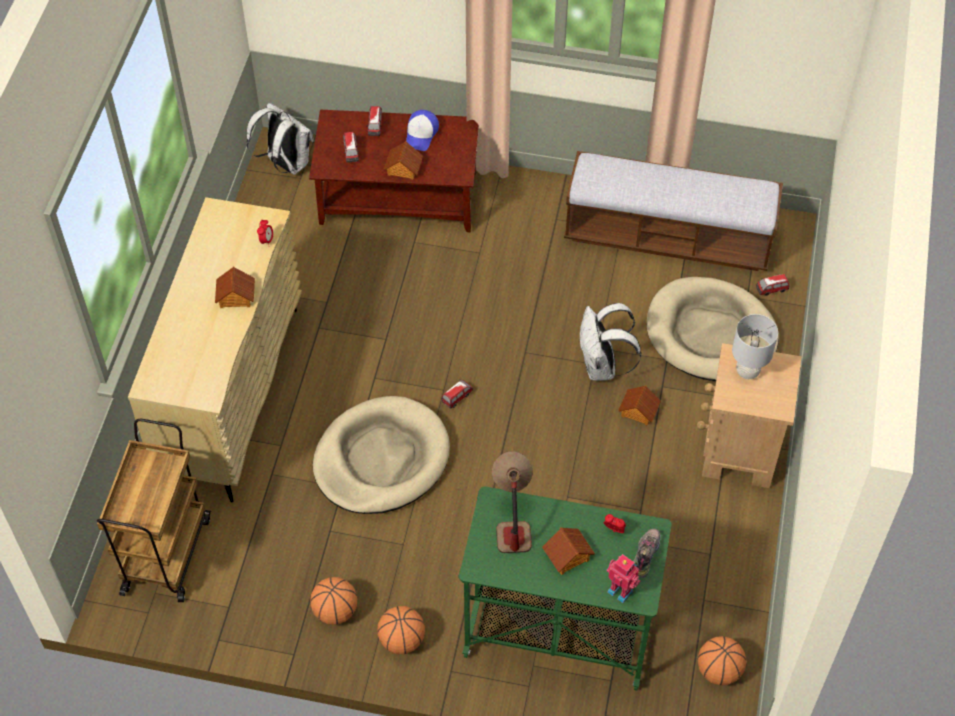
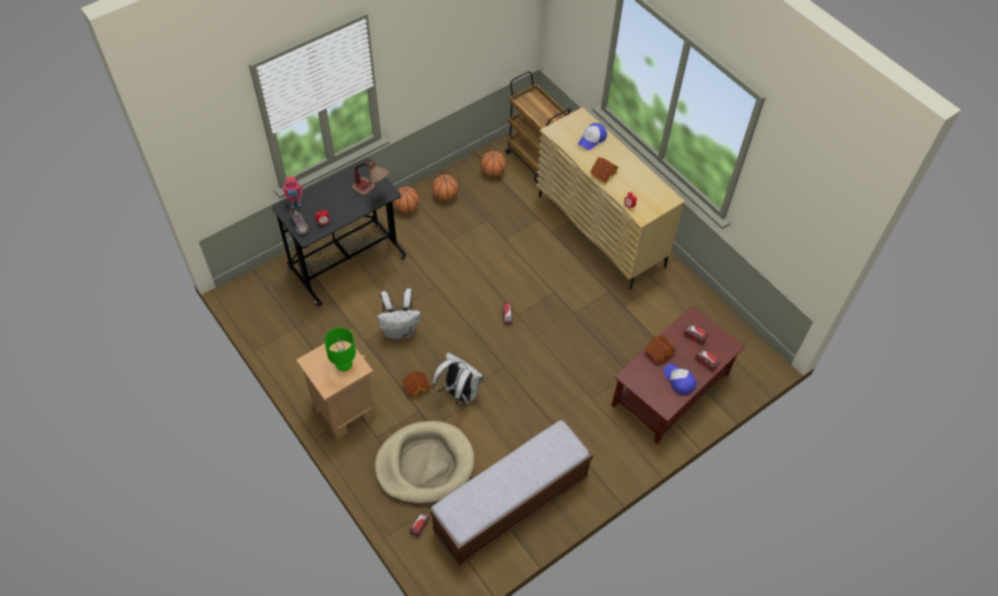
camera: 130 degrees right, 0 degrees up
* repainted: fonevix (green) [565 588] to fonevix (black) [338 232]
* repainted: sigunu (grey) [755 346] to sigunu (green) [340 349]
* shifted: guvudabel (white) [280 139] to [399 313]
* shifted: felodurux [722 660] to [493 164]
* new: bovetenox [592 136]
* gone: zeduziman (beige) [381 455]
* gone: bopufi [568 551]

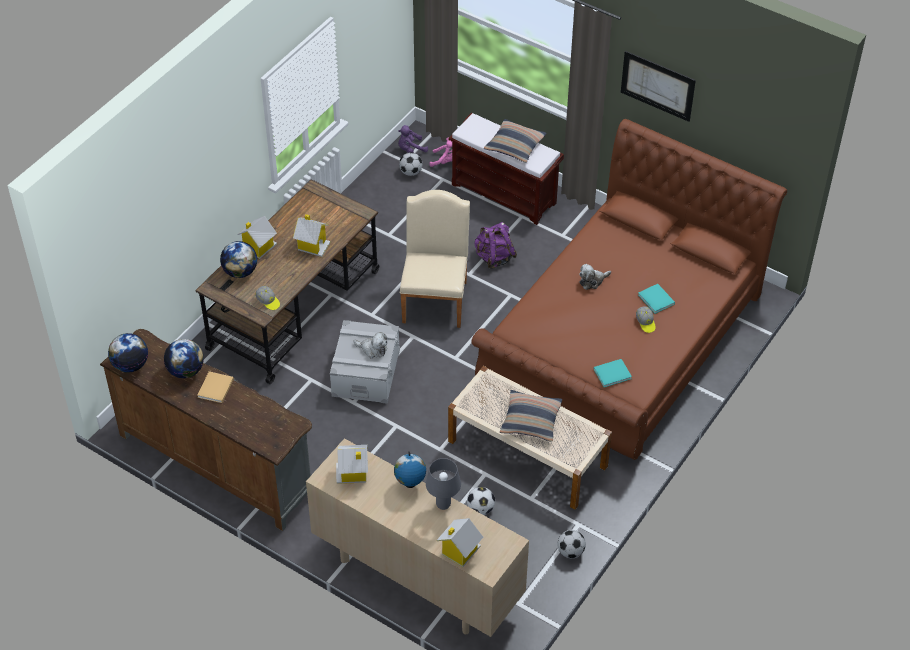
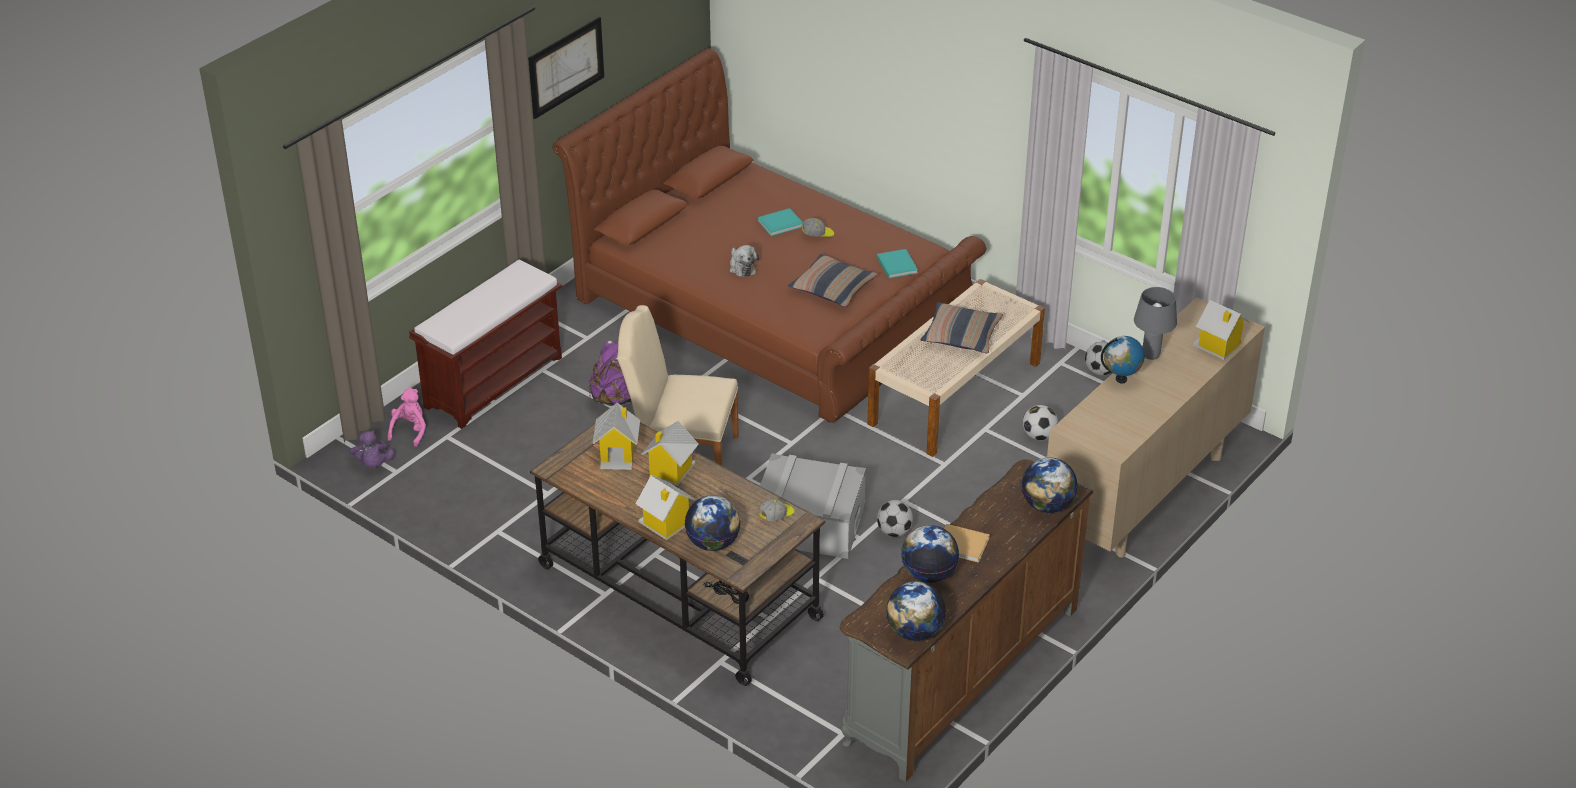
camera: 85 degrees left, 10 degrees down
* shifted: bopufi [352 464] to [616 436]
* shifted: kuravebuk [515 141] to [833 280]
* shifted: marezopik [410 164] to [895 518]
* new: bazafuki [1049 485]
* gone: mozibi [370 345]

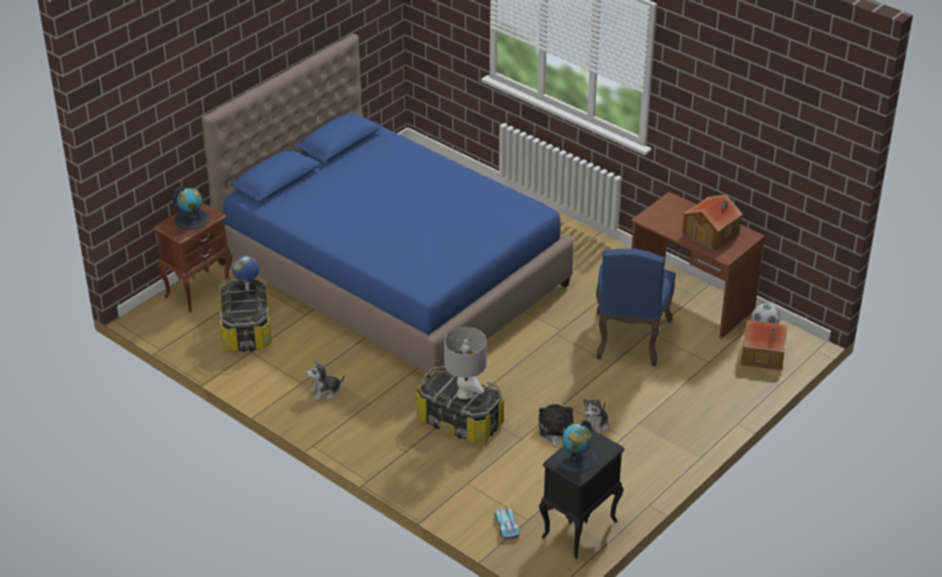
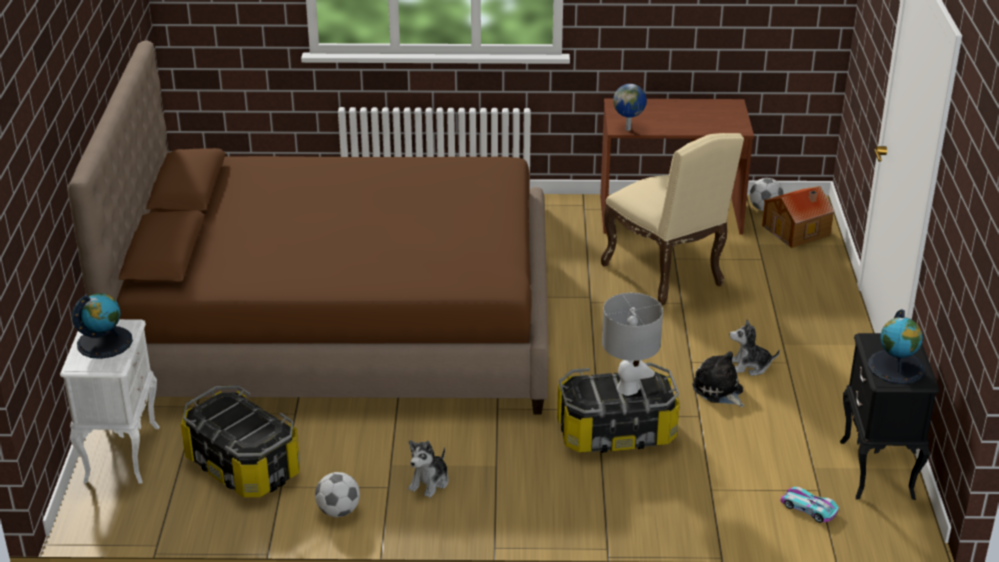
camera: 40 degrees left, 5 degrees down
* repainted: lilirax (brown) [193 257] to lilirax (white) [110 401]
* repainted: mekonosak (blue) [387 206] to mekonosak (brown) [308 228]
* new: marezopik [337 494]
* repainted: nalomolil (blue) [635 307] to nalomolil (beige) [672 219]
* shifted: bazafuki [245 272] to [630 107]
* rotated: mozibi [596 416] = [755 347] 105 degrees clockwise
* gone: bopufi [712 222]

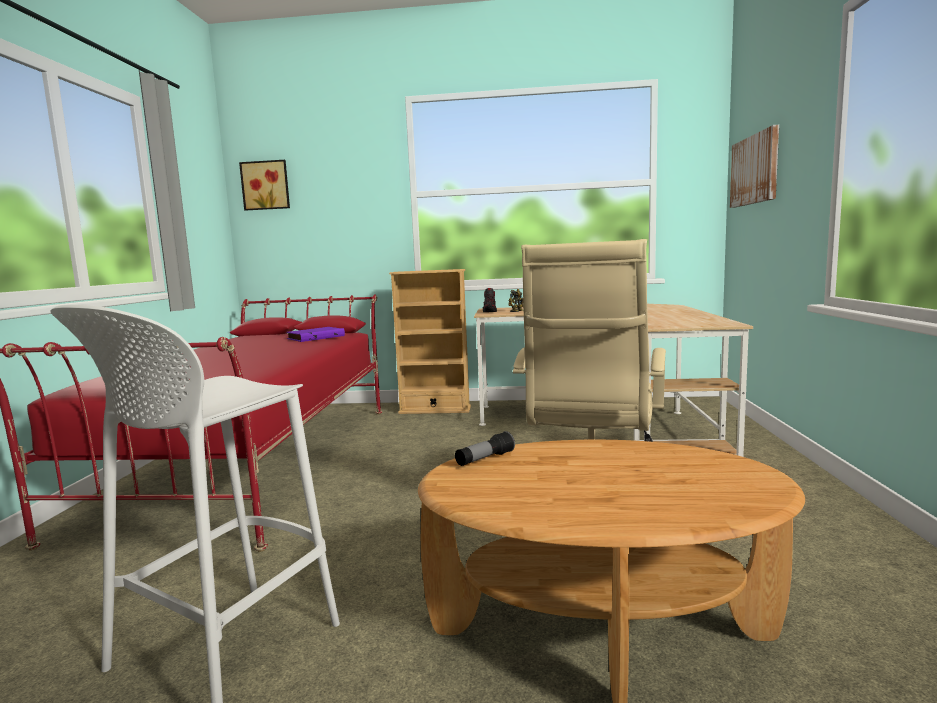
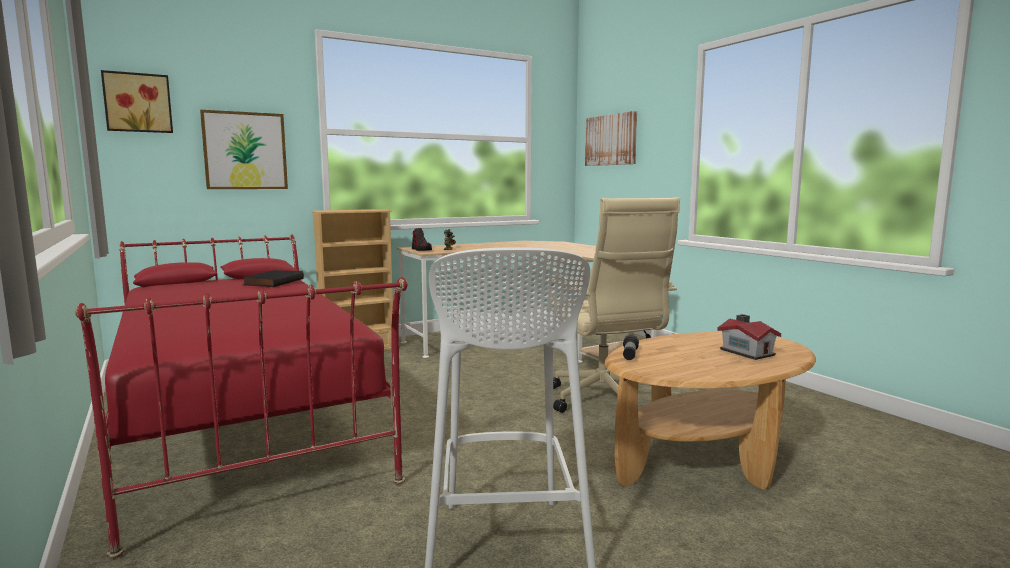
camera: 35 degrees left, 0 degrees up
* new: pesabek [244 149]
* repainted: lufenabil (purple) [315 334] to lufenabil (black) [273 278]
* new: bopufi [749 337]

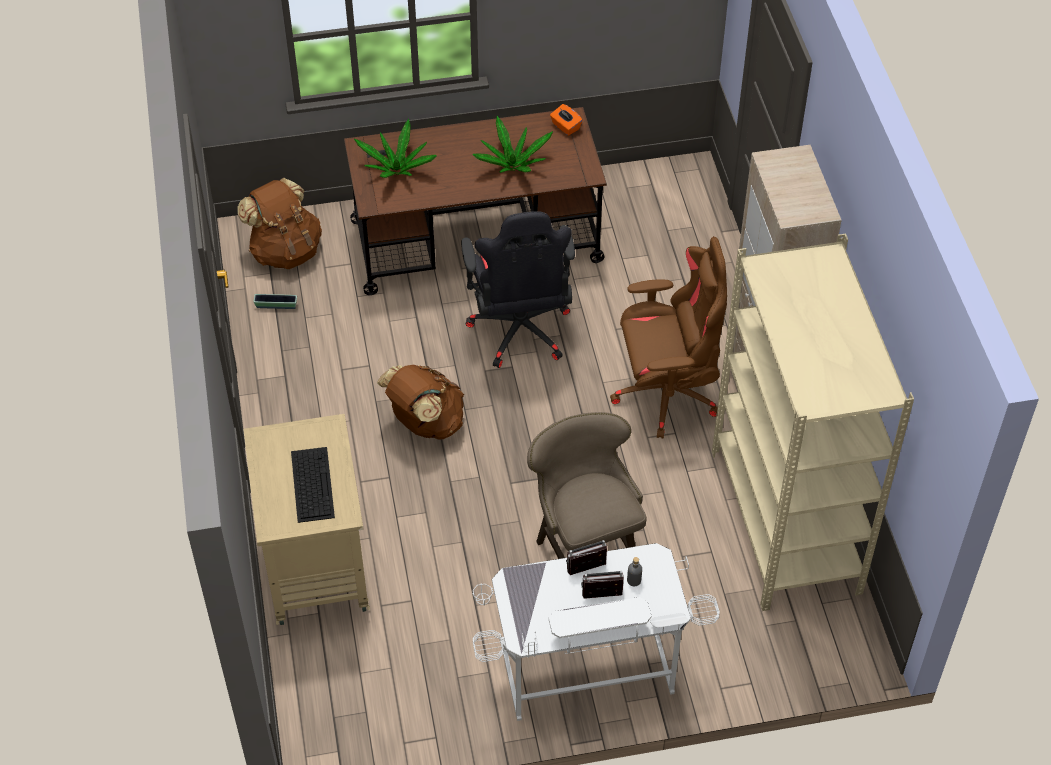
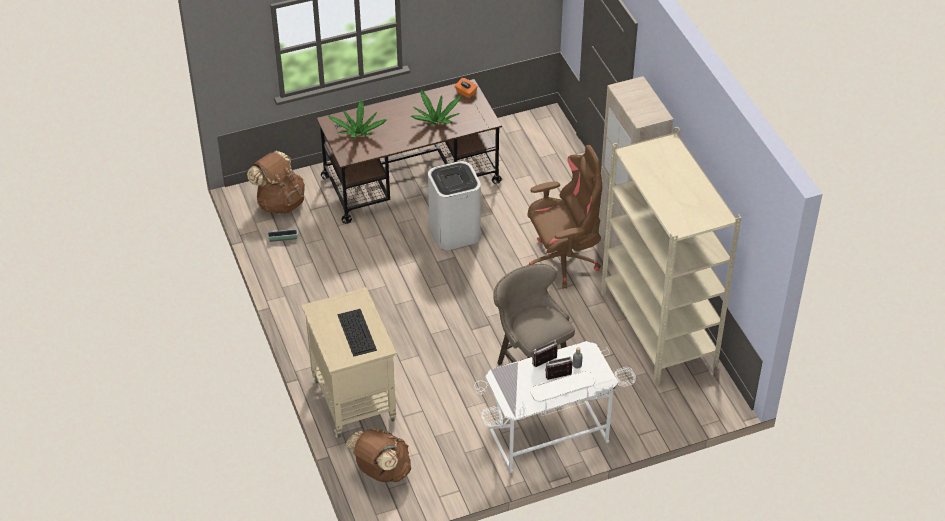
camera: 10 degrees left, 5 degrees down
* shifted: guvudabel (brown) [420 402] to [378 455]
* swapped: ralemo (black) [518 289] to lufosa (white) [454 205]

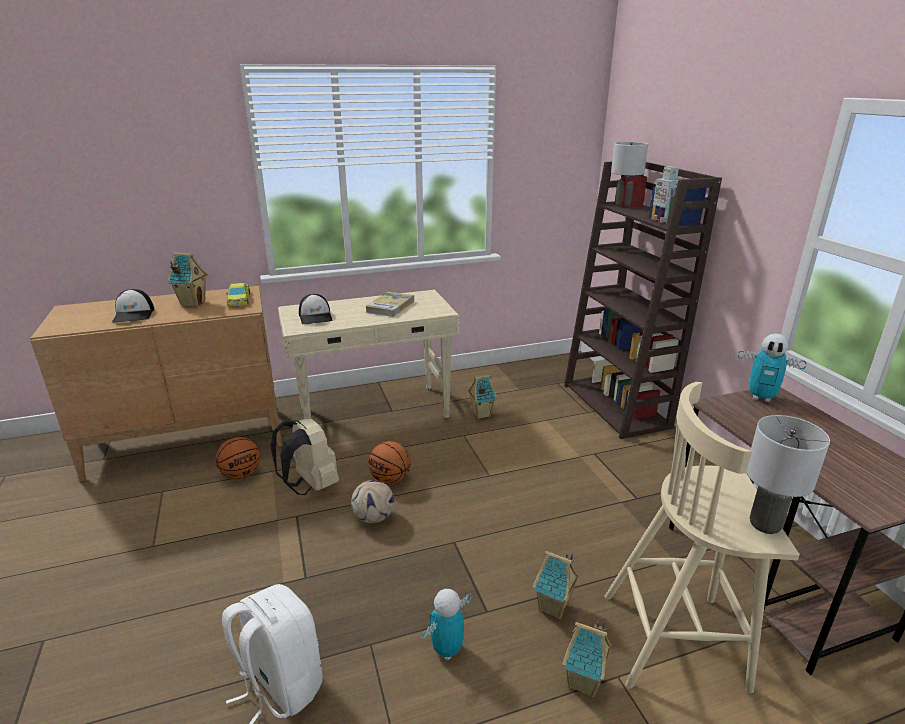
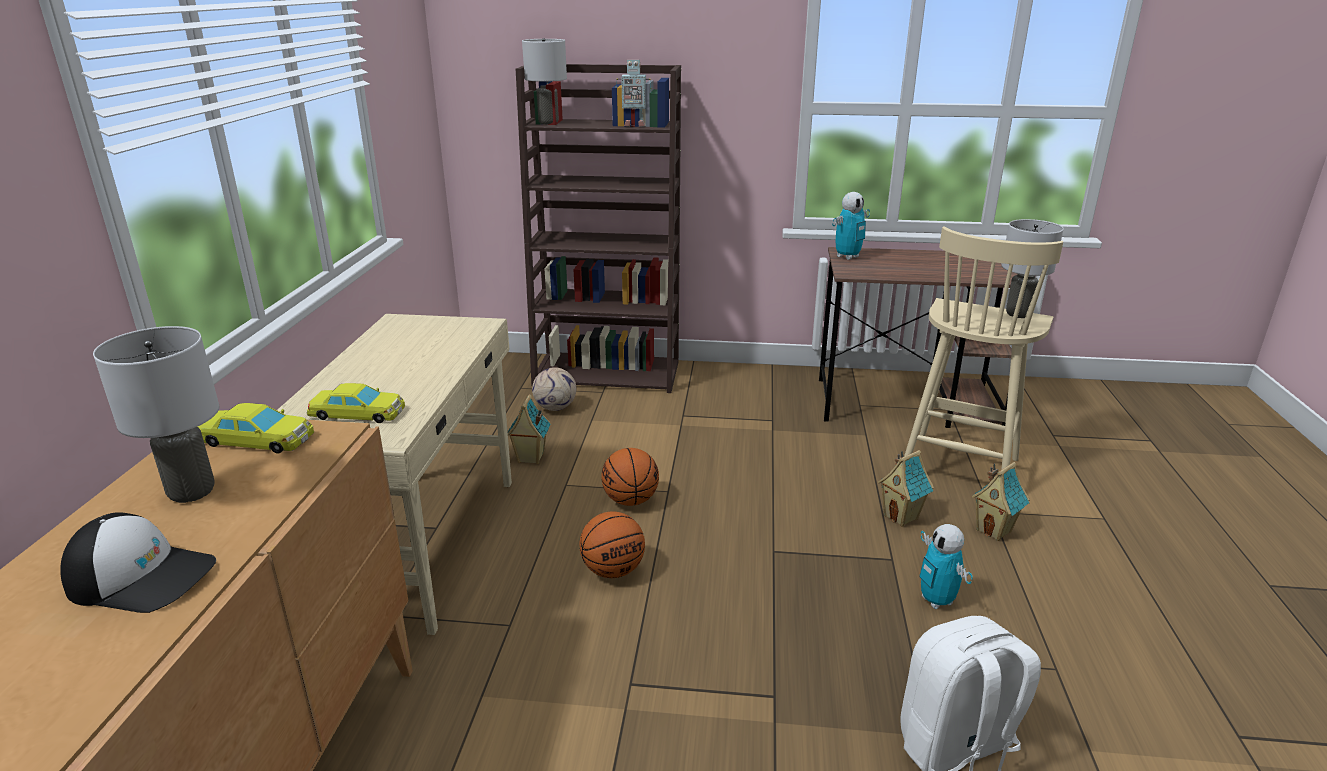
camera: 65 degrees left, 0 degrees up
* swapped: bopufi [187 280] to sigunu (white) [156 414]
* swapped: bovetenox [316 309] to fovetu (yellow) [356 403]
* shifted: marezopik [372 501] to [554 389]
* shifted: felodurux [238 458] to [630 477]
* gone: guvudabel (beige) [304 457]
* gone: lufenabil [389 304]

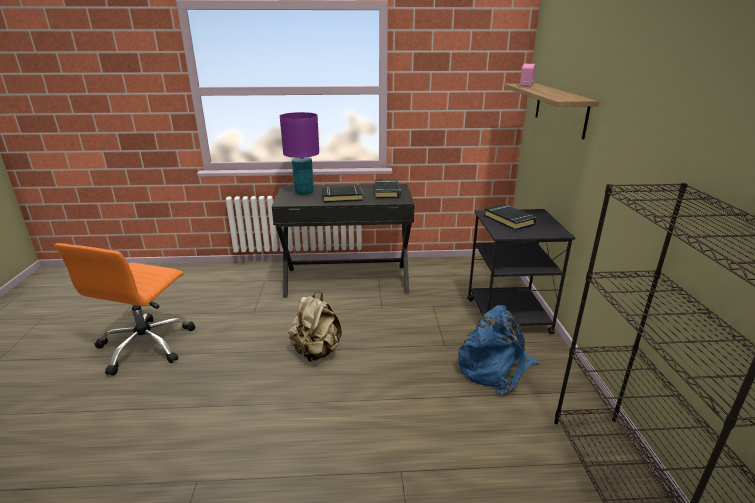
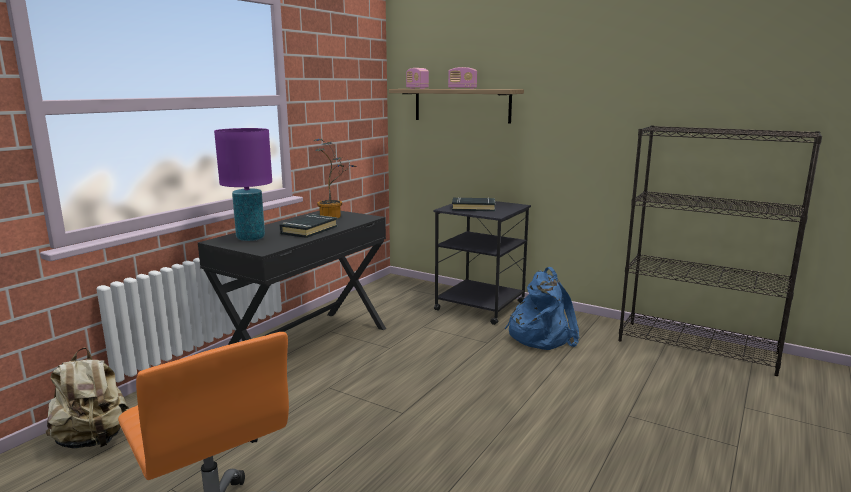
camera: 55 degrees left, 10 degrees down
* shifted: guvudabel (beige) [315 326] to [87 398]
* swapped: lufenabil (black) [388 189] to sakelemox [334 178]
* new: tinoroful [462 78]

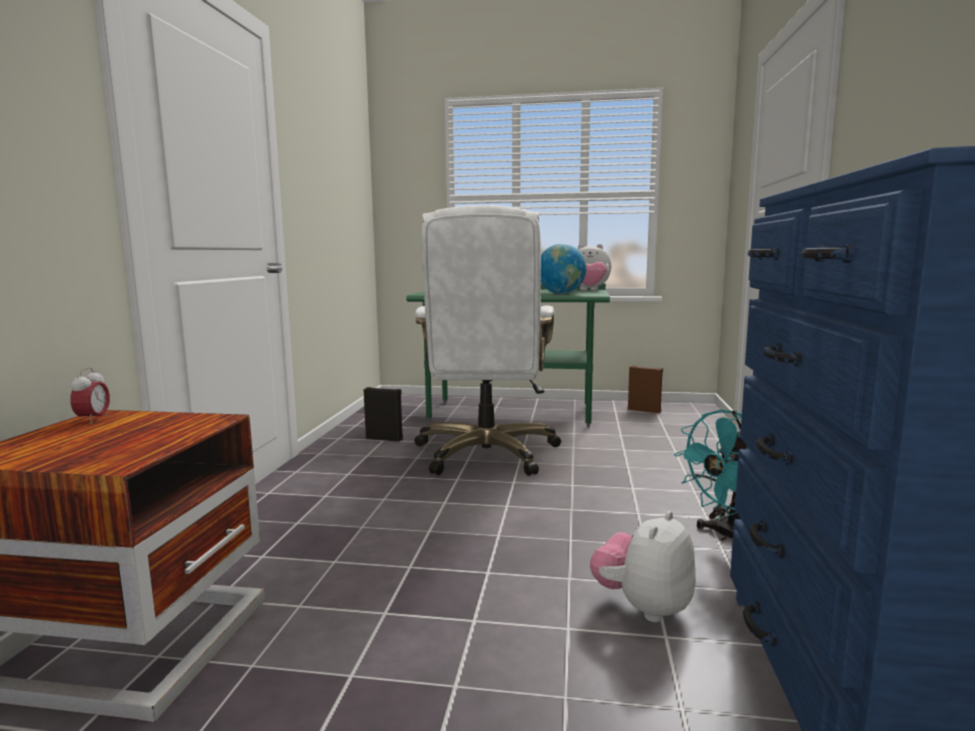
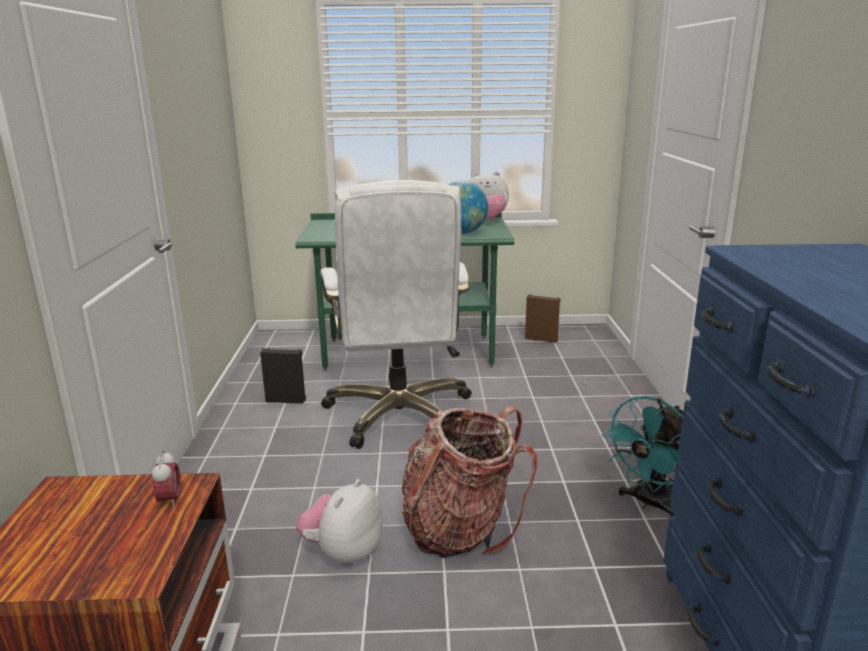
camera: 10 degrees left, 10 degrees up
* shifted: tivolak [90 395] to [166 479]
* shifted: mozibi [643 566] to [339 523]
* new: guvudabel [469 482]

